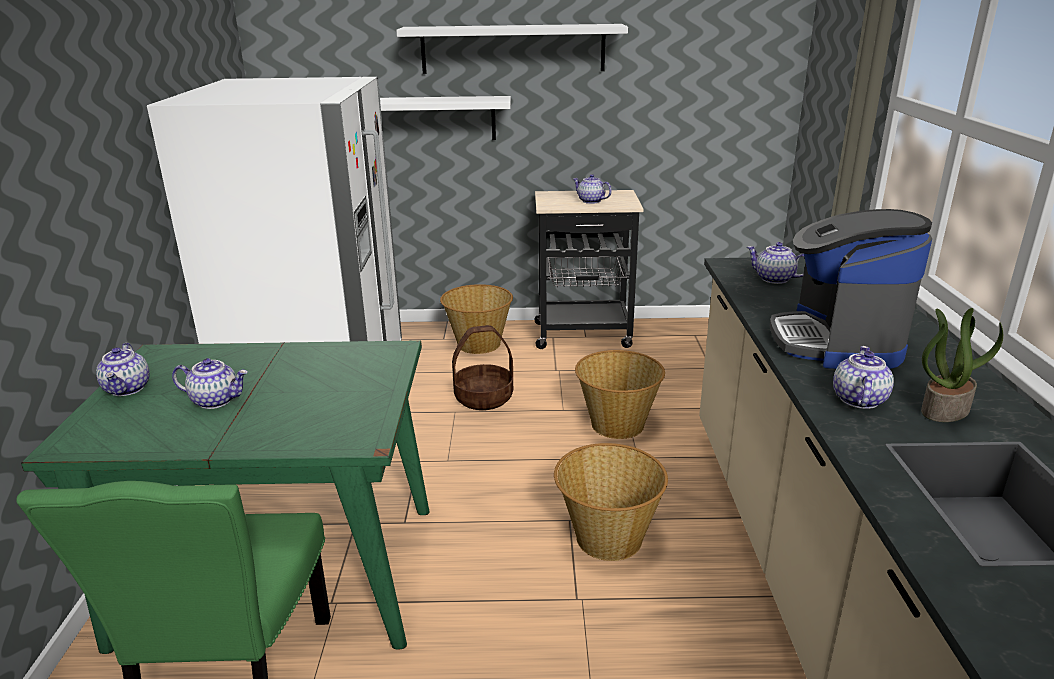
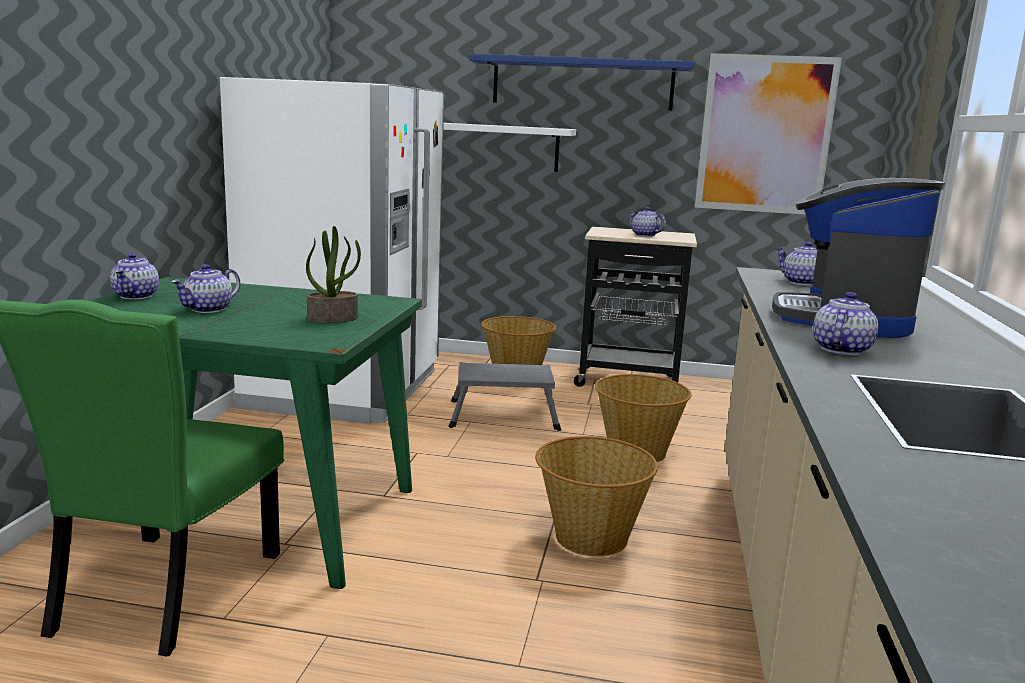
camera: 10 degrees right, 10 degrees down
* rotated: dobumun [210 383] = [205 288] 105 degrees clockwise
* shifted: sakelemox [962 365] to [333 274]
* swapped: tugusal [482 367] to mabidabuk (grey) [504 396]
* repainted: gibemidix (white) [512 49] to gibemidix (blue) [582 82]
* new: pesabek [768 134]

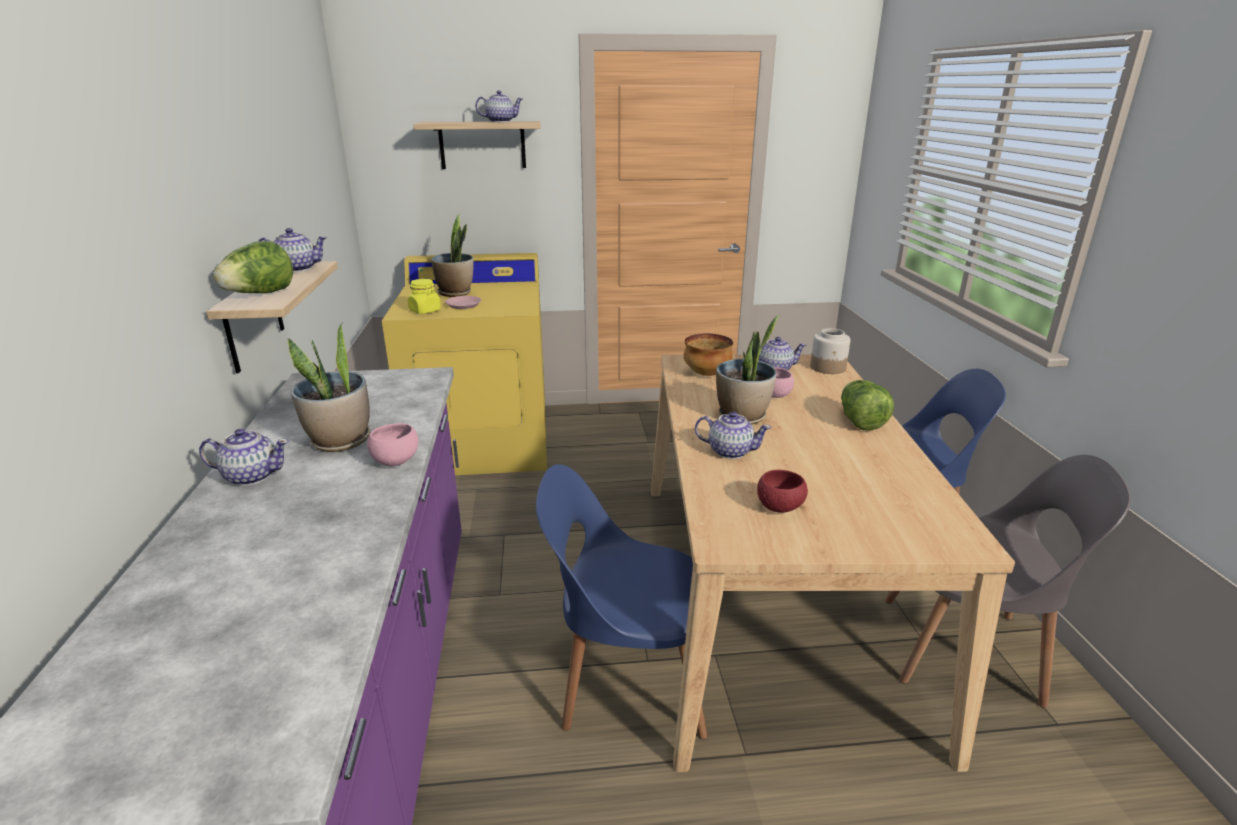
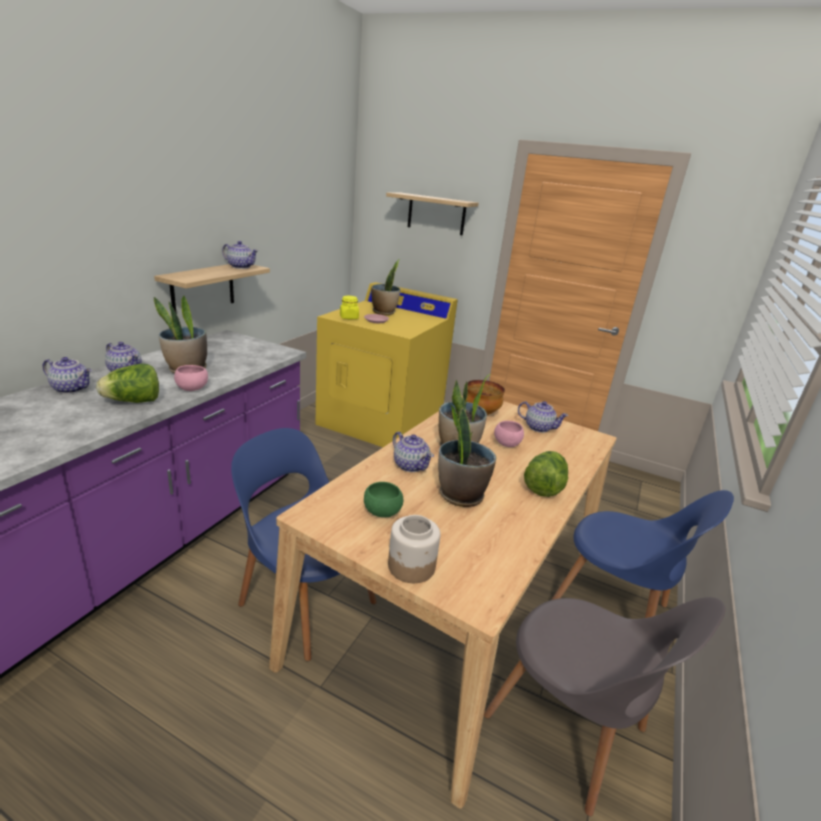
camera: 30 degrees right, 0 degrees up
* shifted: dobumun [498 106] to [67 375]
* shifted: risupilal [252 267] to [127 383]
* repainted: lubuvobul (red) [782 491] to lubuvobul (green) [383 499]
* shifted: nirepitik [830 351] to [414 549]
* new: sakelemox [467 452]

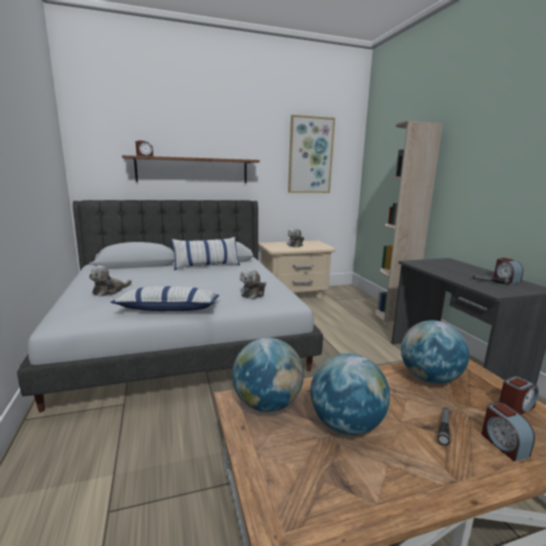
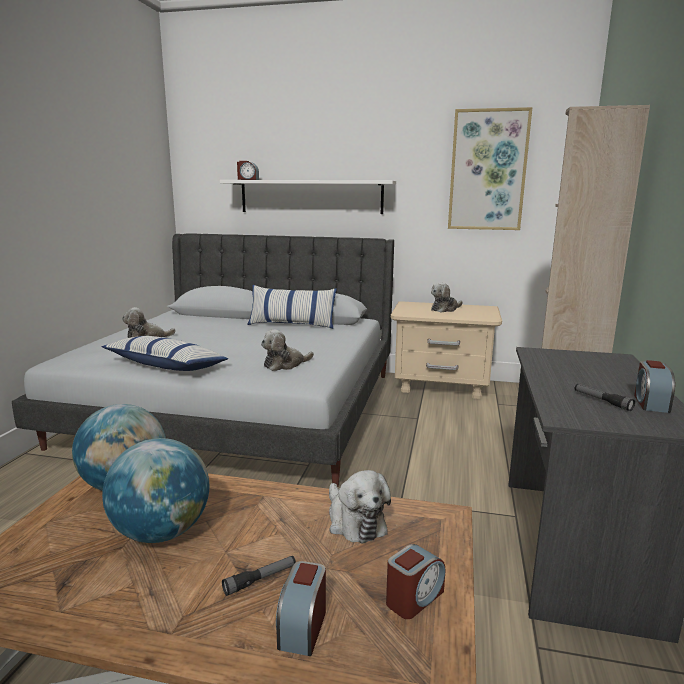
camera: 30 degrees right, 0 degrees up
* repainted: gibemidix (brown) [191 169] to gibemidix (white) [308 197]
* swapped: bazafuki [435 352] to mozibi [360 507]
* rotated: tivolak [519 395] = [415 581] 45 degrees counterclockwise

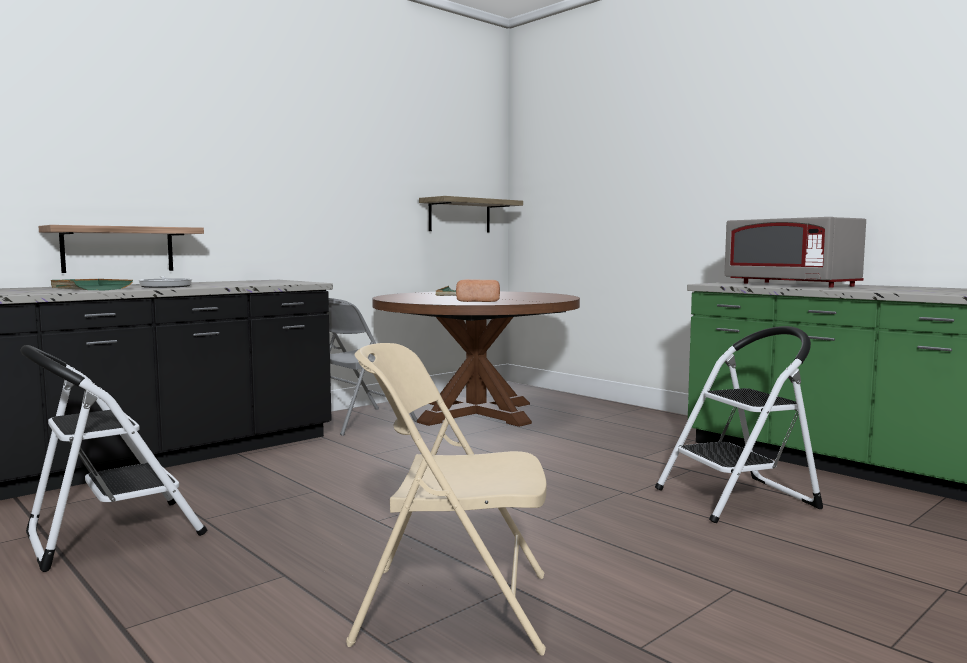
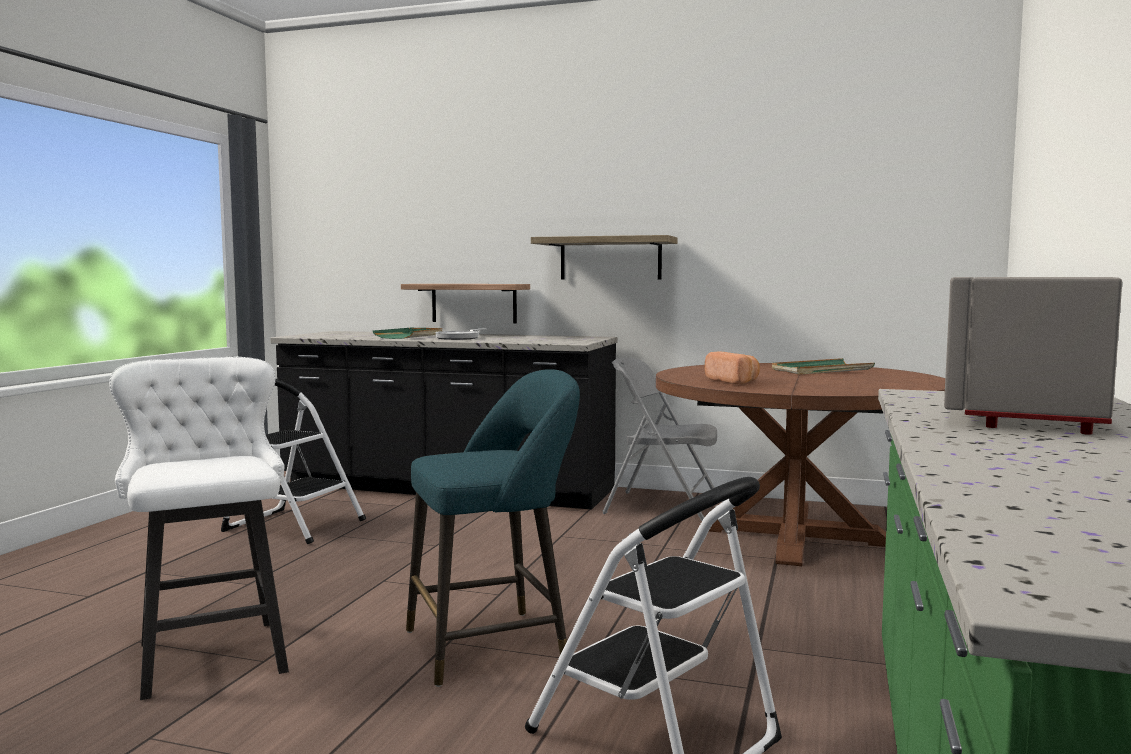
camera: 60 degrees right, 0 degrees up
* swapped: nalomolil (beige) [446 499] to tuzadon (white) [199 528]
* new: tuzadon (turquoise) [493 528]
* shifted: gibemidix [471 214] to [604 257]

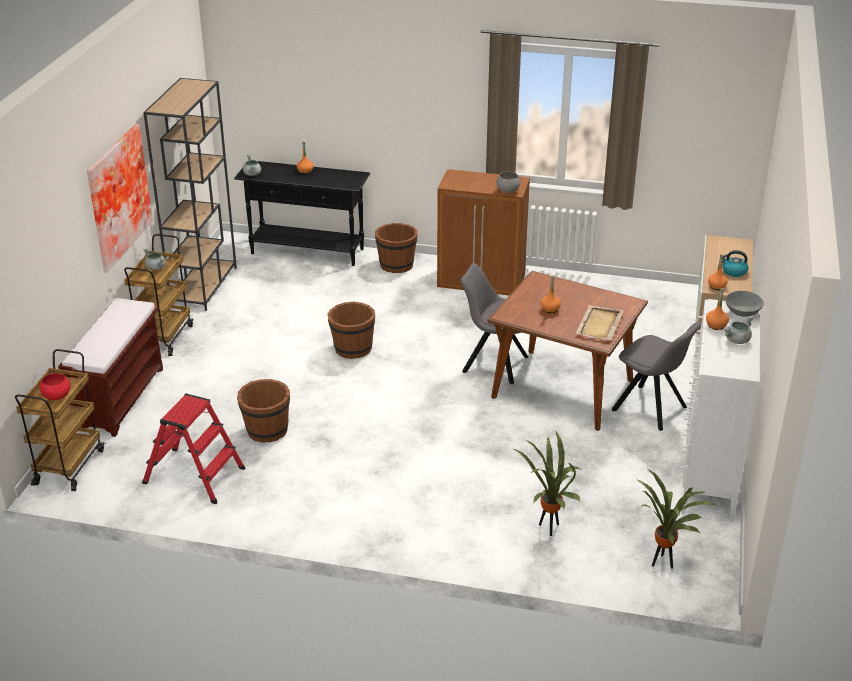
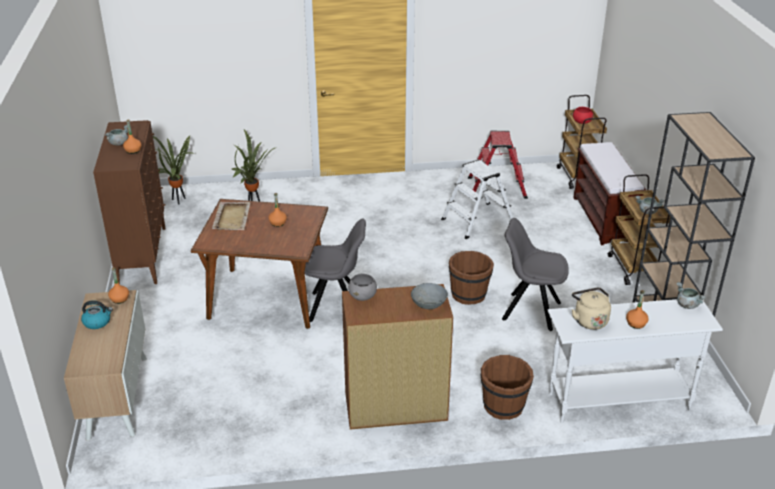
camera: 160 degrees right, 0 degrees up
* repainted: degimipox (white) [720 410] to degimipox (brown) [129 202]
* shifted: lubuvobul (grey) [744 304] to [429 296]
* swapped: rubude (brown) [263 410] to mabidabuk (white) [477 199]
* shifted: nalomolil (grey) [656 376] to [535 274]
* repainted: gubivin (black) [302 213] to gubivin (white) [635 361]
* new: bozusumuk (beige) [591 308]
* gone: pesabek [120 198]

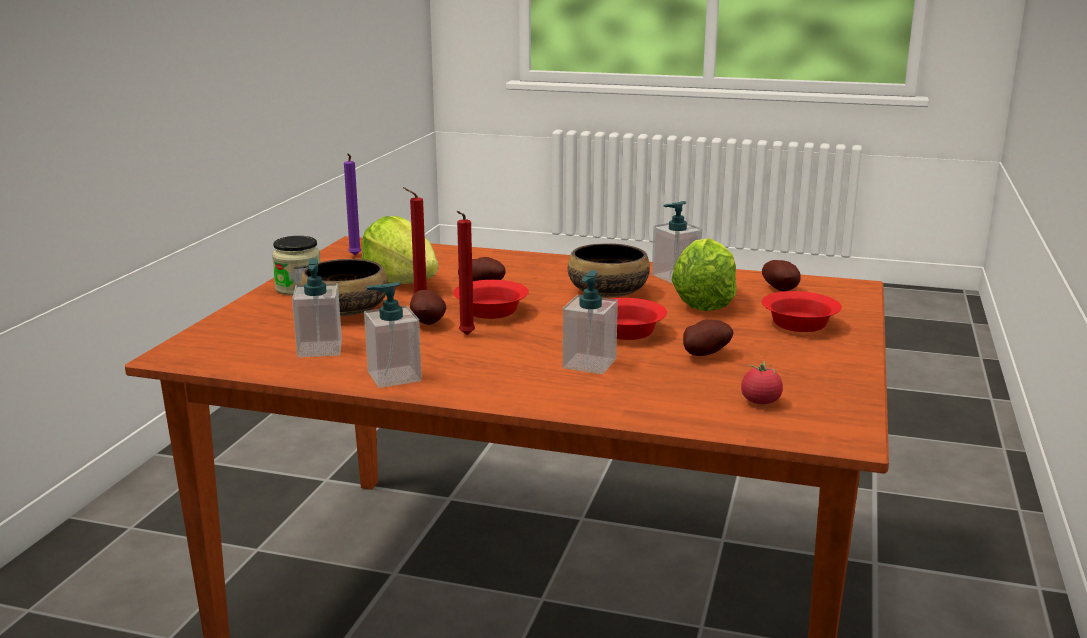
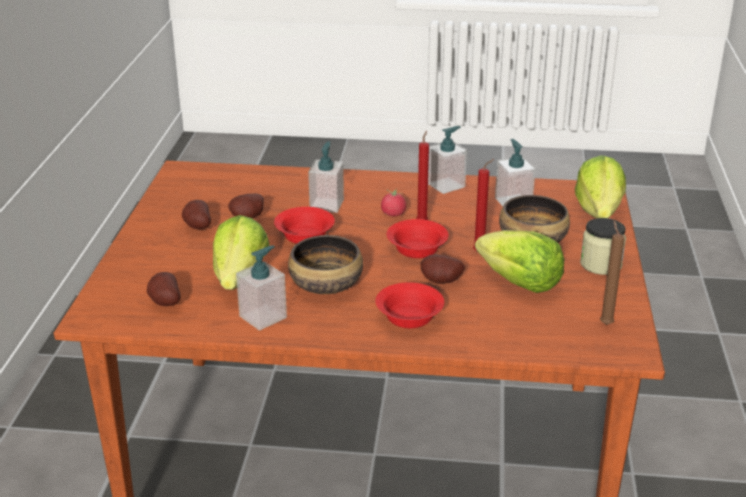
camera: 170 degrees right, 10 degrees up
* shifted: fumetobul [428 307] to [196 214]
* shifted: lubuvobul (red) [802 311] to [410 305]
* shifted: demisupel [762 382] to [393 202]
* new: risupilal [600 186]
* repainted: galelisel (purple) [352 204] to galelisel (brown) [612 272]

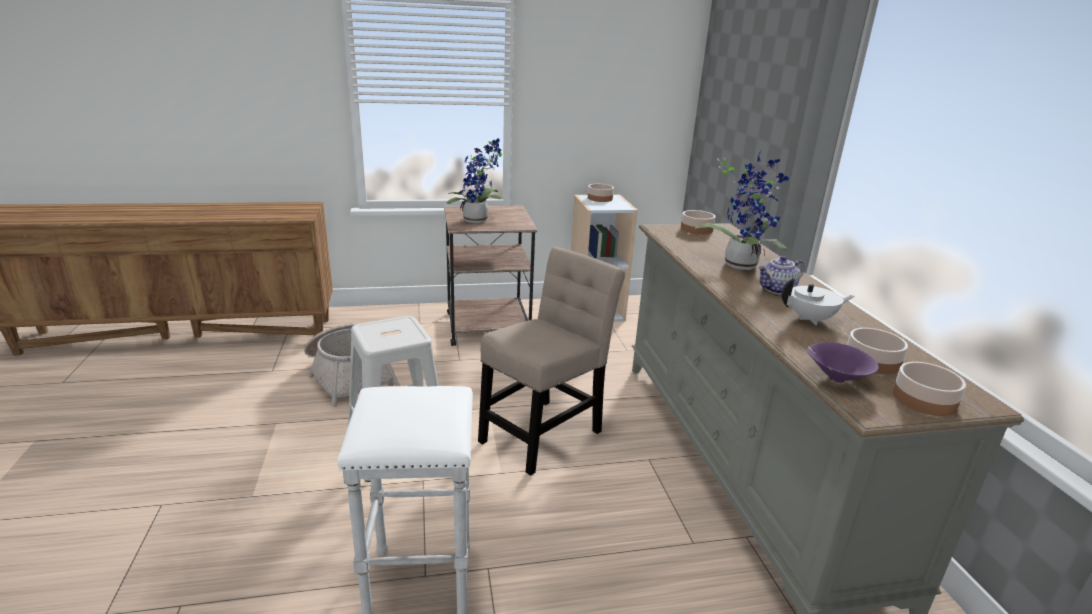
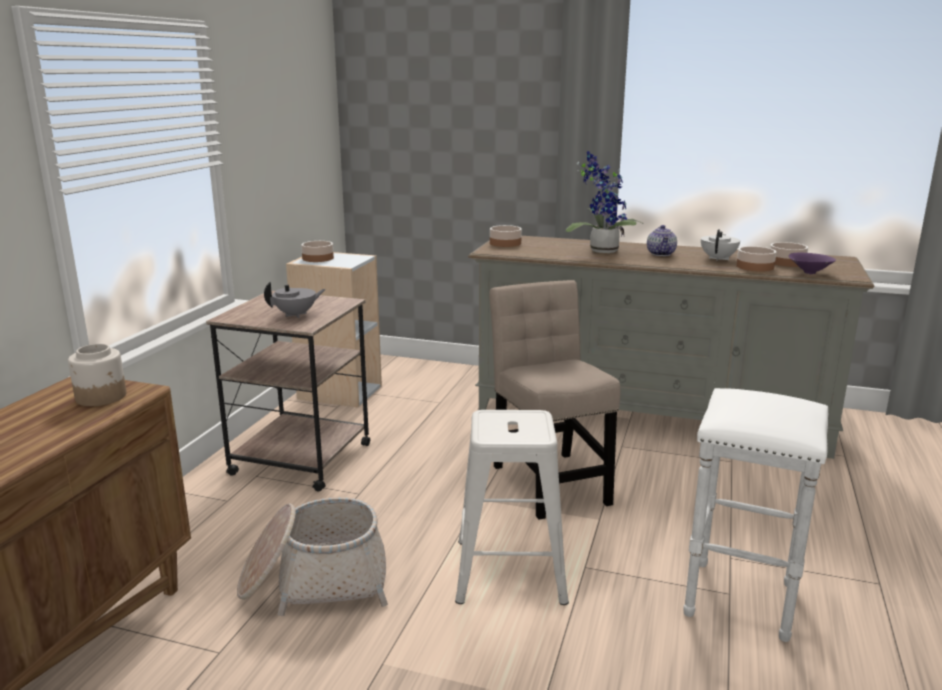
camera: 60 degrees left, 5 degrees down
* new: nirepitik [97 375]
* swapped: sakelemox [475 180] to dobumun (grey) [295 300]
* shifted: lubuvobul [929 389] to [756 259]

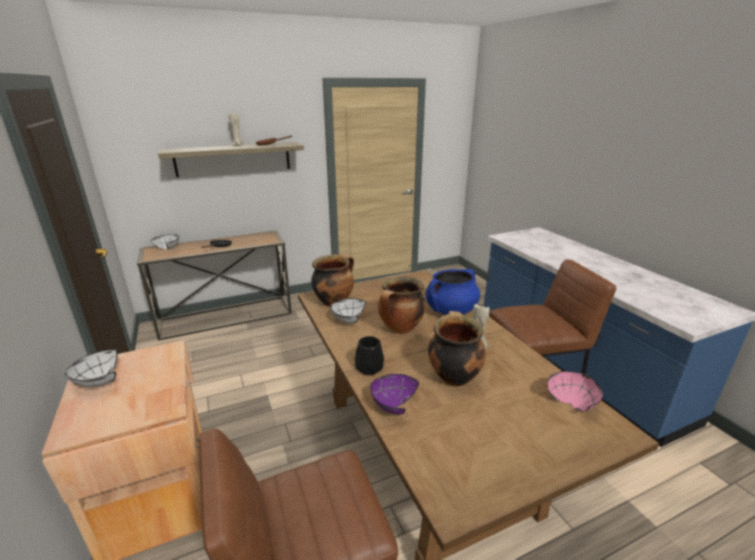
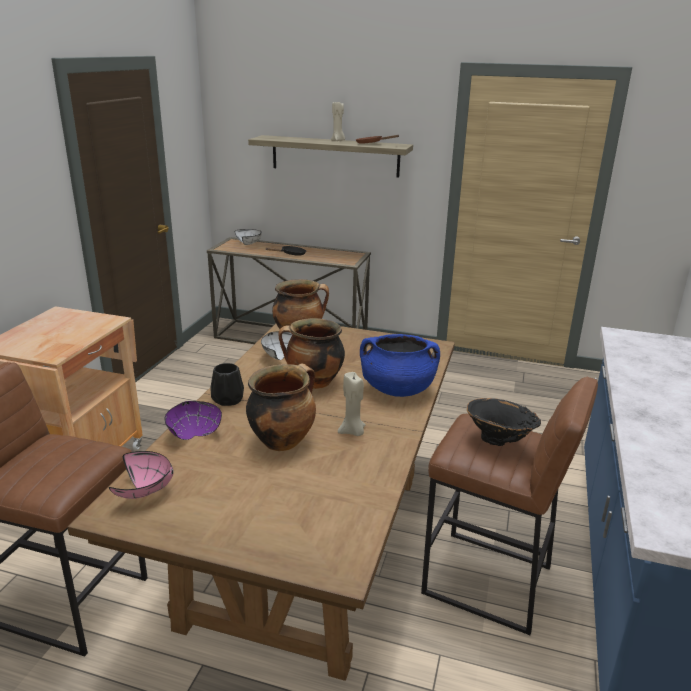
camera: 40 degrees right, 0 degrees up
* shifted: lubuvobul (pink) [575 391] to [141 475]
* new: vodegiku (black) [504 422]
* gone: lubuvobul (white) [91 368]

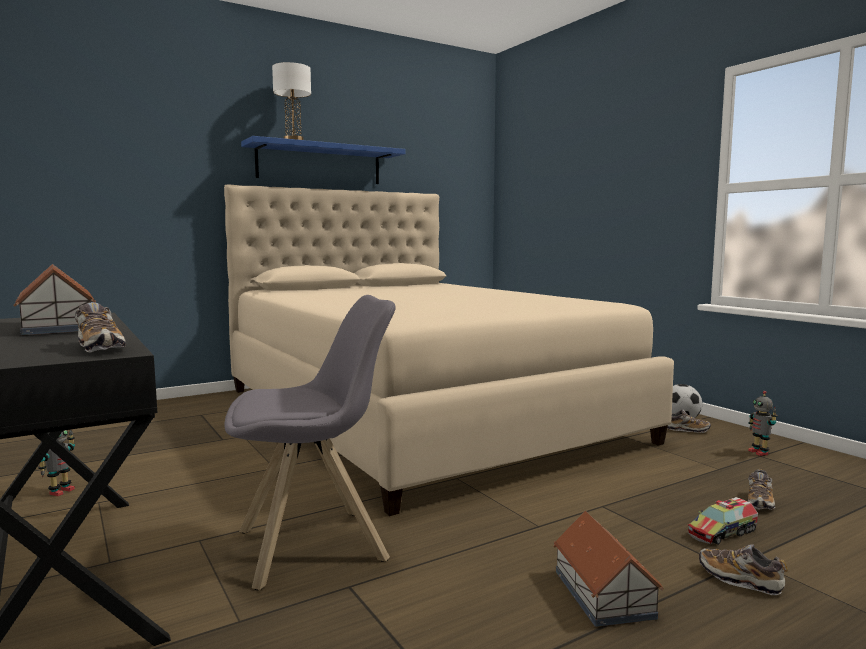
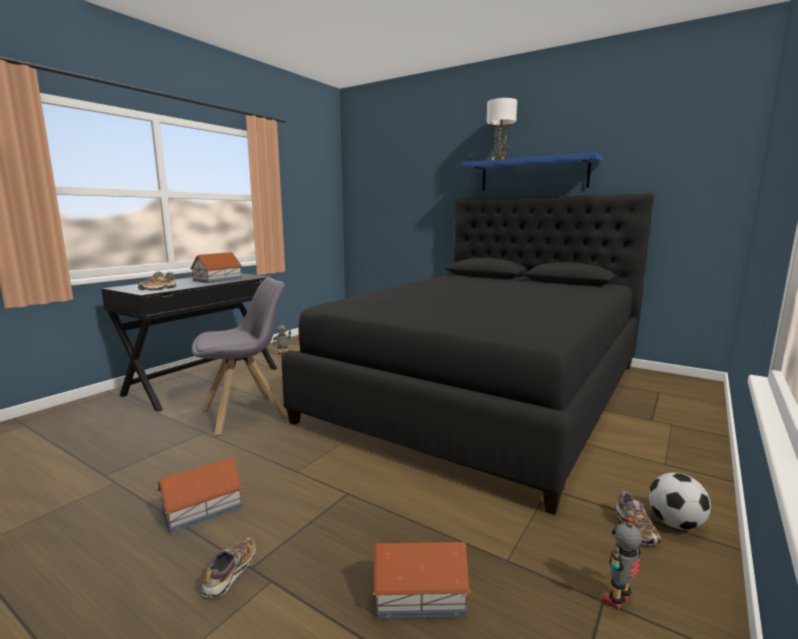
camera: 65 degrees right, 5 degrees up
* rotated: nalomolil (grey) [310 442] = [240 356] 75 degrees counterclockwise
* repainted: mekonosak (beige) [449 350] to mekonosak (black) [467 354]
* swapped: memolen [761 489] to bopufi [422 580]
* gone: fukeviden [723 521]

